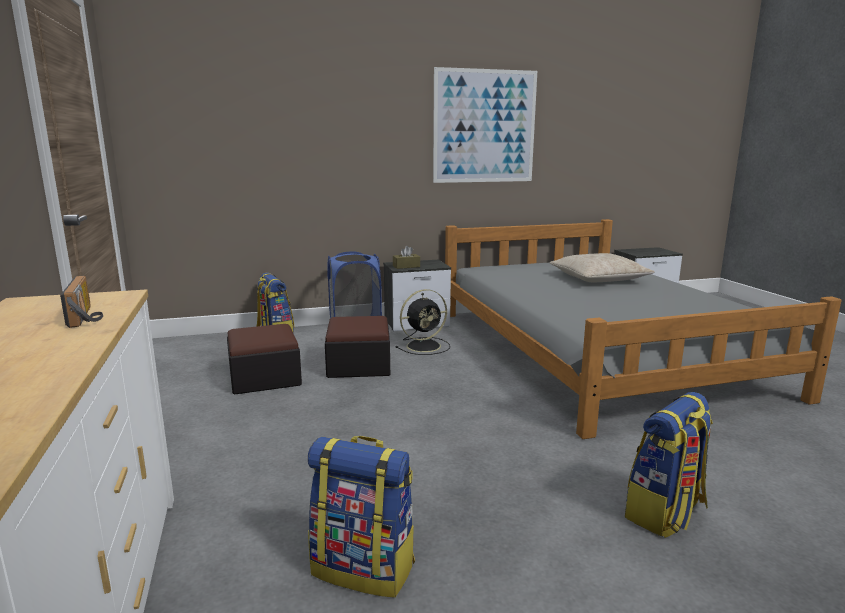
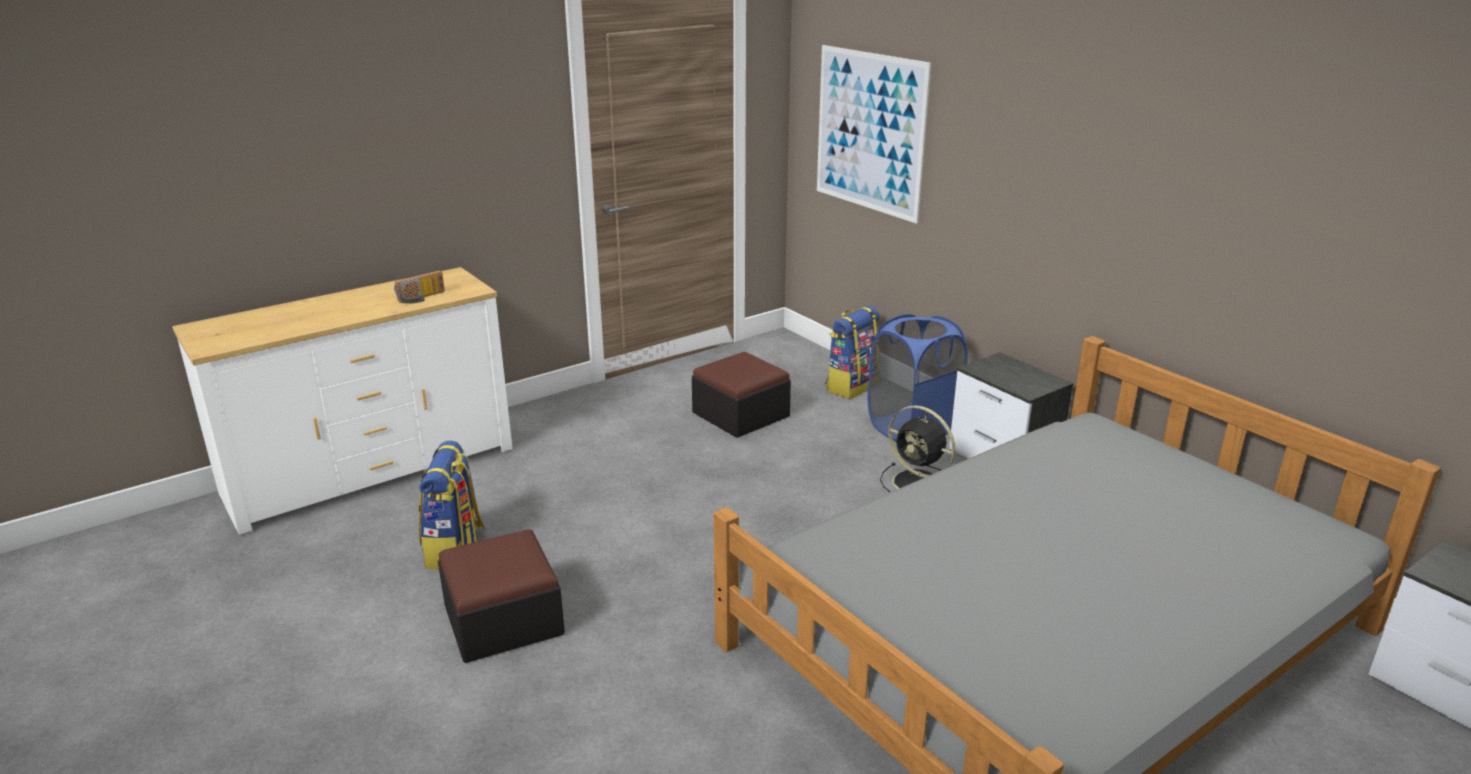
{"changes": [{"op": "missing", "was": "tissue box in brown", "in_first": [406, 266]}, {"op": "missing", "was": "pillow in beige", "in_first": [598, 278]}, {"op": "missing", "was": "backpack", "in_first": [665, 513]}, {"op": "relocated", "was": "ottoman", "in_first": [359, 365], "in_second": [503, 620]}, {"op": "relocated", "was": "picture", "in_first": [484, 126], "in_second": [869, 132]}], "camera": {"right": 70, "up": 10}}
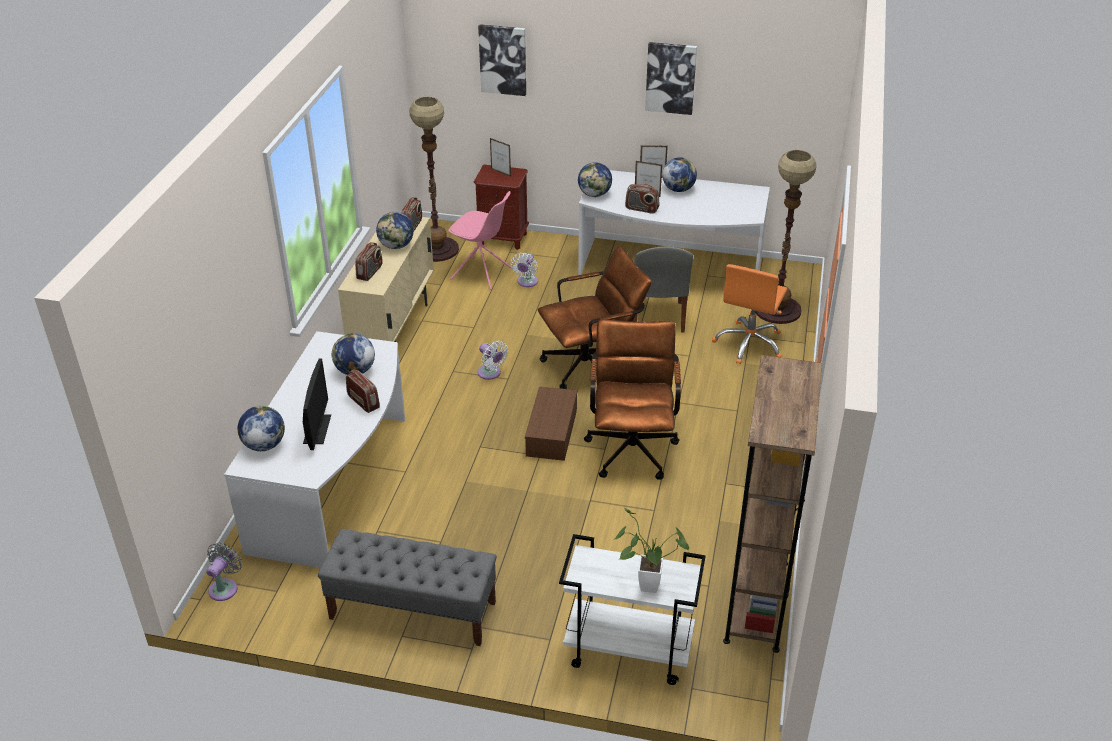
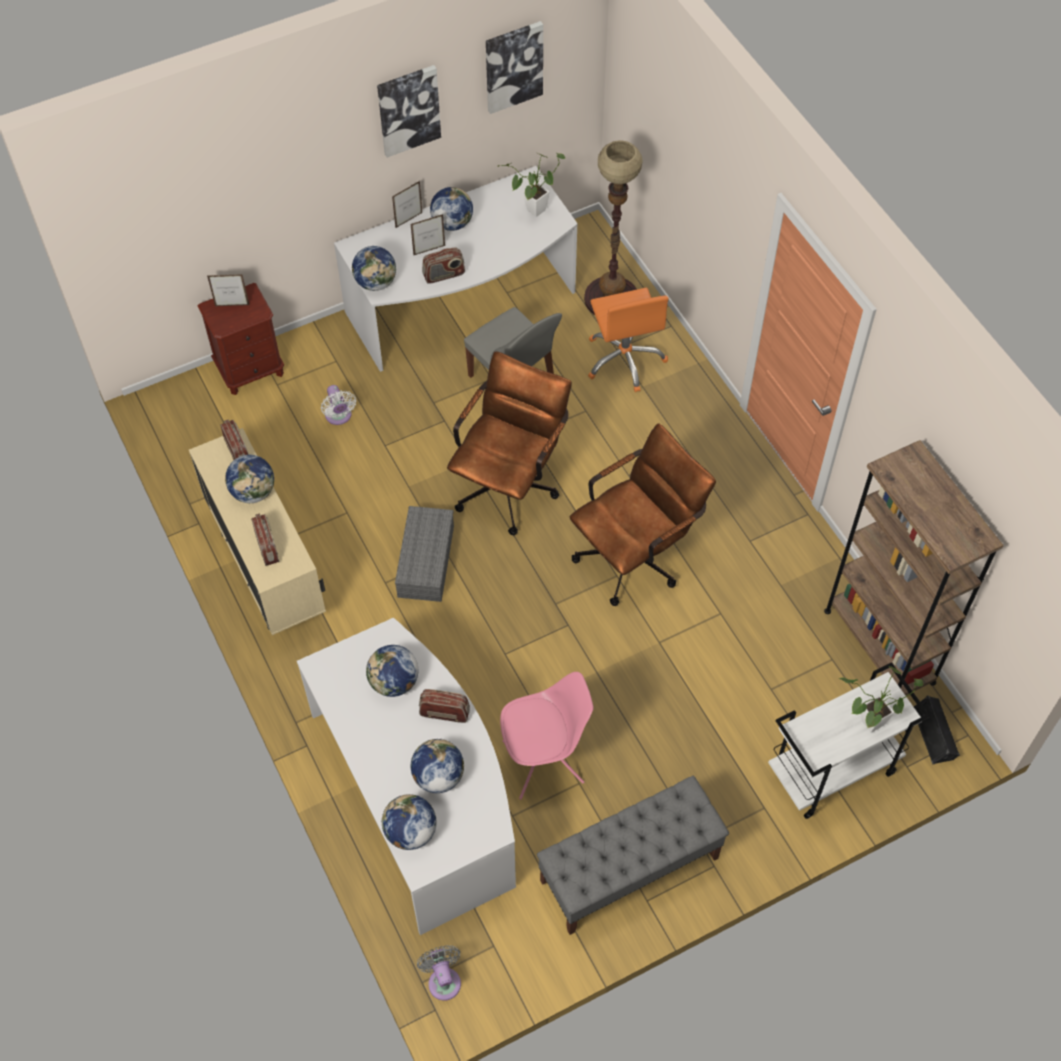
{"changes": [{"op": "missing", "was": "floor lamp", "in_first": [437, 249]}, {"op": "missing", "was": "storage box in brown", "in_first": [552, 433]}, {"op": "appeared", "now": "potted plant", "in_second": [532, 212]}, {"op": "appeared", "now": "speaker in black", "in_second": [935, 733]}, {"op": "relocated", "was": "chair in pink", "in_first": [482, 274], "in_second": [545, 761]}, {"op": "relocated", "was": "picture", "in_first": [503, 59], "in_second": [513, 66]}, {"op": "exchanged", "was": "monitor", "now": "globe", "in_first": [317, 429], "in_second": [438, 776]}, {"op": "exchanged", "was": "fan in white", "now": "storage box in grey", "in_first": [490, 373], "in_second": [425, 560]}, {"op": "spun", "was": "office chair in brown", "in_first": [632, 445], "in_second": [636, 555], "clockwise": 90}], "camera": {"right": -40, "up": 20}}
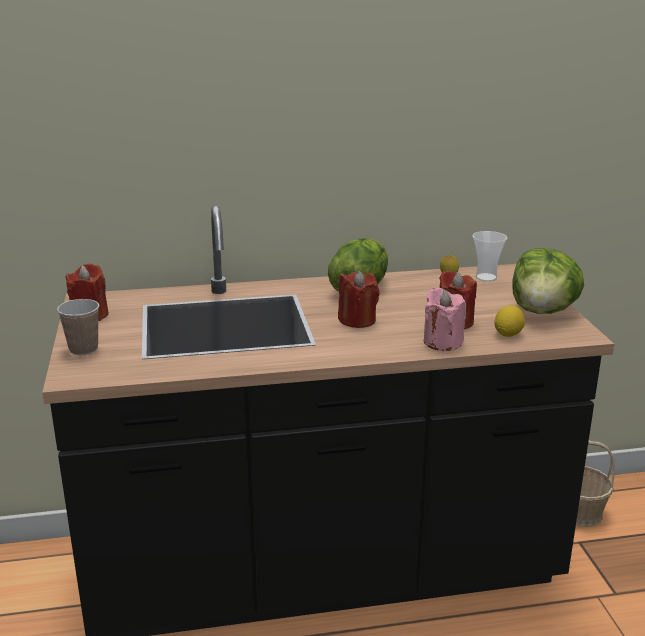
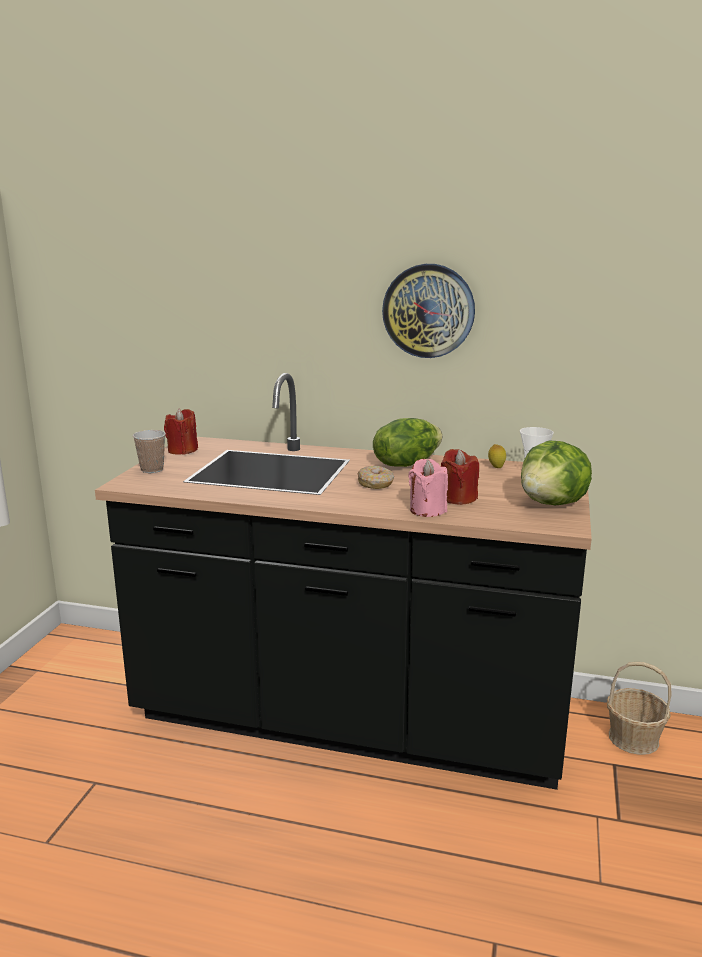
{"changes": [{"op": "missing", "was": "lemon", "in_first": [508, 334]}, {"op": "appeared", "now": "wall clock", "in_second": [428, 311]}, {"op": "exchanged", "was": "candle in red", "now": "donut", "in_first": [357, 320], "in_second": [375, 484]}], "camera": {"right": 25, "up": -5}}
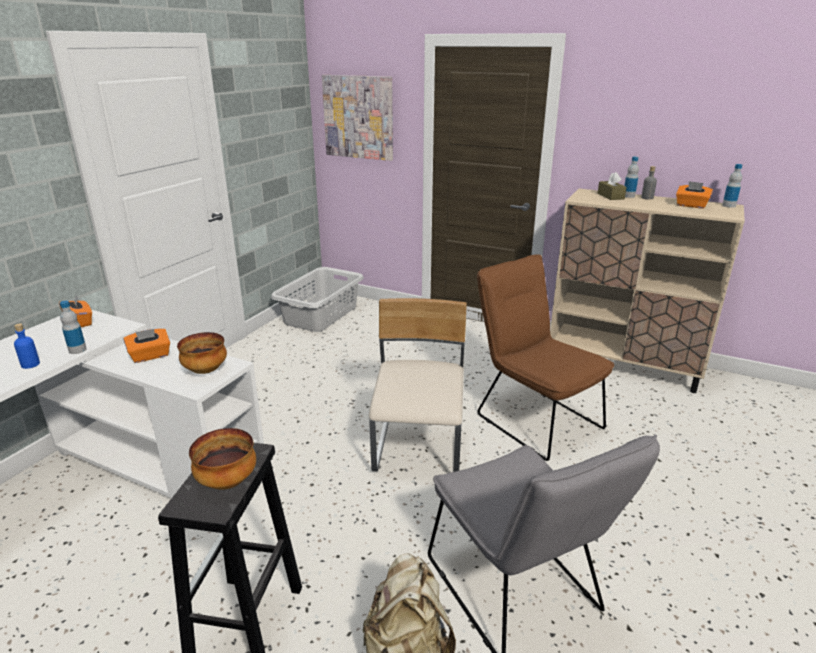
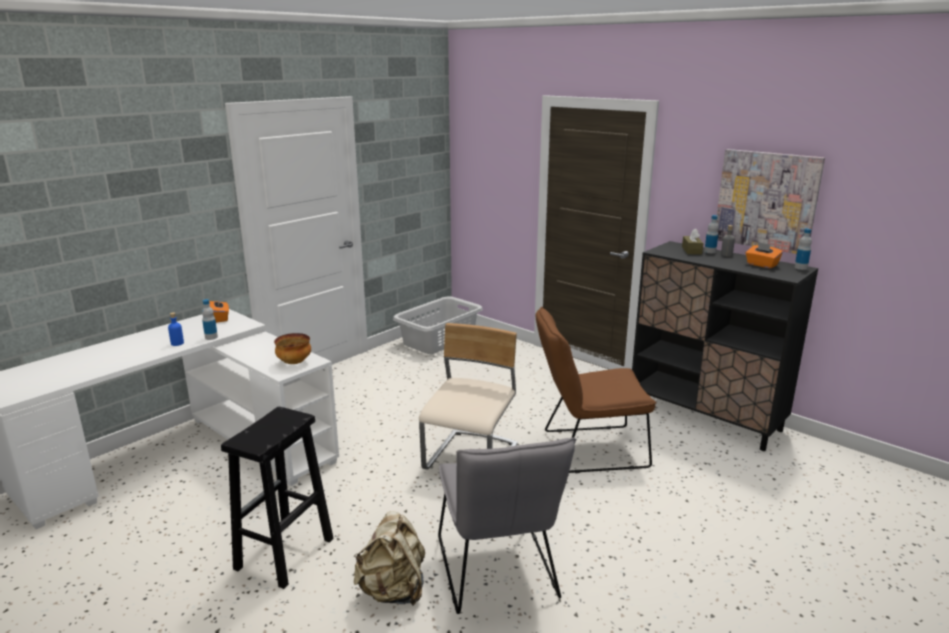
{"changes": [{"op": "missing", "was": "tissue box in orange", "in_first": [150, 356]}, {"op": "missing", "was": "bowl", "in_first": [228, 481]}, {"op": "relocated", "was": "picture", "in_first": [358, 117], "in_second": [766, 200]}, {"op": "colour", "was": "cabinet in beige", "now": "cabinet in black", "in_first": [624, 365], "in_second": [706, 417]}, {"op": "spun", "was": "chair in brown", "in_first": [533, 417], "in_second": [587, 449], "clockwise": -75}], "camera": {"right": 15, "up": -5}}
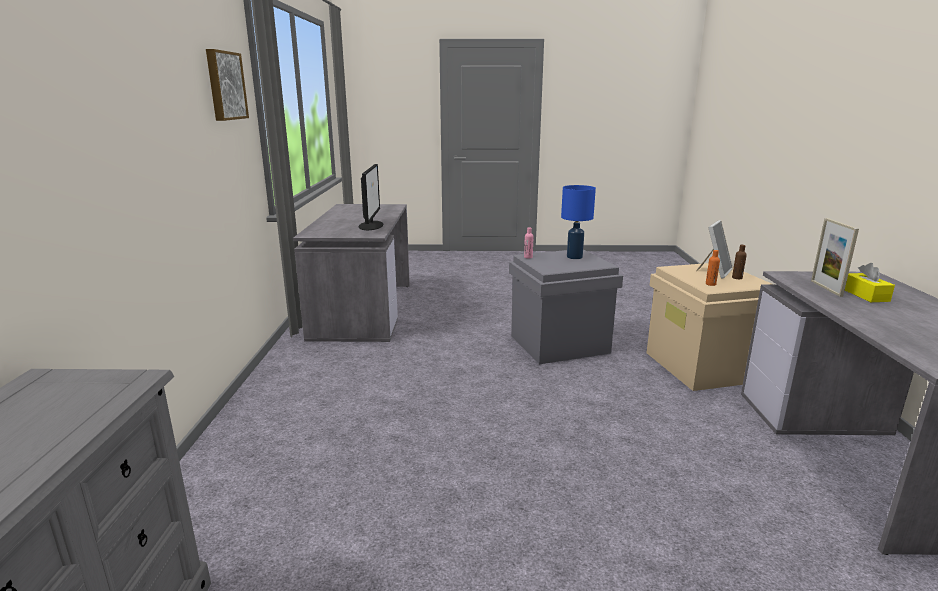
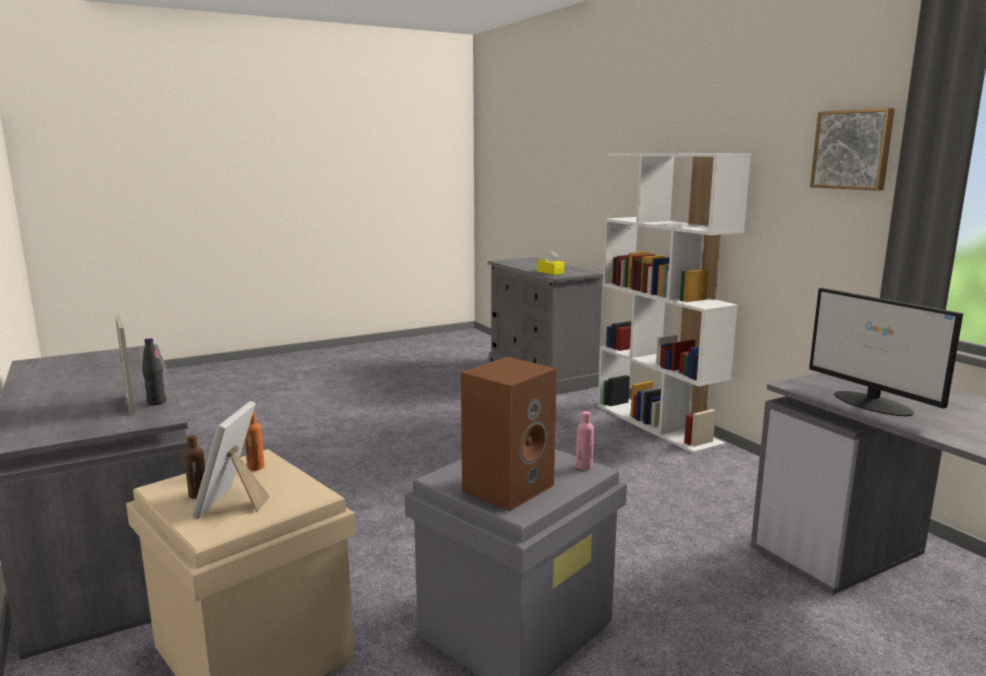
{"changes": [{"op": "appeared", "now": "bottle in black", "in_second": [156, 402]}, {"op": "appeared", "now": "bookcase in white", "in_second": [658, 424]}, {"op": "relocated", "was": "tissue box in yellow", "in_first": [865, 295], "in_second": [550, 272]}, {"op": "exchanged", "was": "table lamp in blue", "now": "speaker in brown", "in_first": [574, 257], "in_second": [508, 487]}], "camera": {"right": 150, "up": -5}}
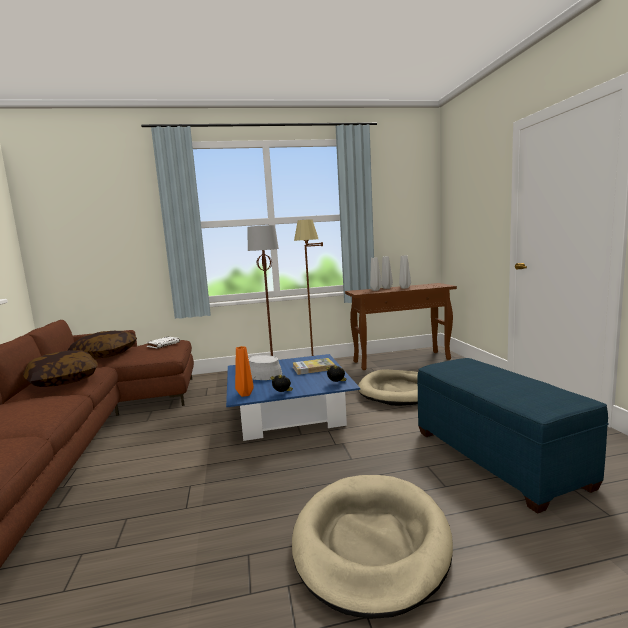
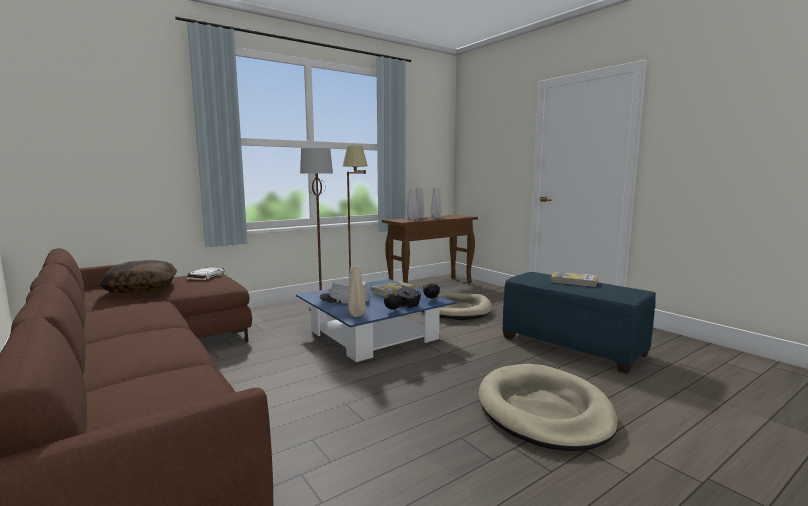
{"changes": [{"op": "missing", "was": "pillow", "in_first": [63, 380]}, {"op": "appeared", "now": "tissue box in black", "in_second": [406, 305]}, {"op": "appeared", "now": "book", "in_second": [574, 281]}, {"op": "colour", "was": "vase in orange", "now": "vase in beige", "in_first": [246, 394], "in_second": [357, 315]}], "camera": {"right": -25, "up": 0}}
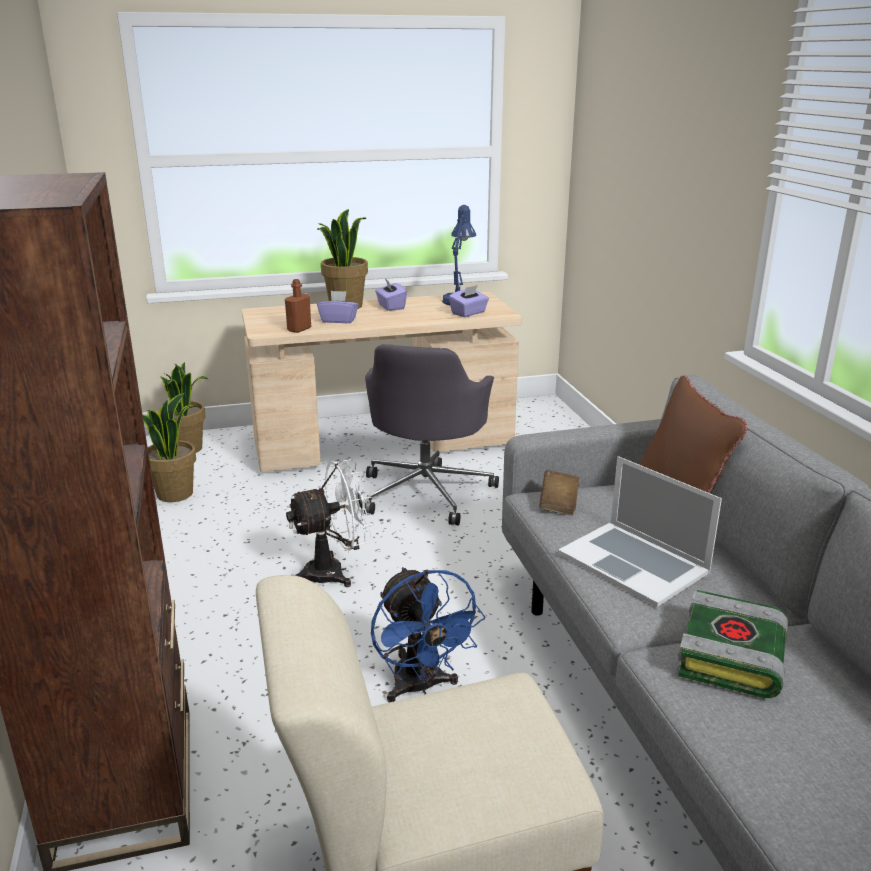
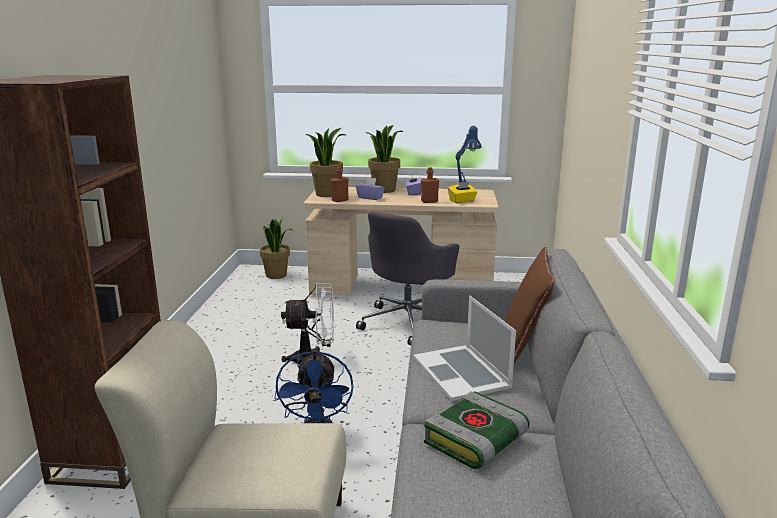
{"changes": [{"op": "missing", "was": "book in brown", "in_first": [558, 504]}, {"op": "appeared", "now": "bottle in brown", "in_second": [429, 201]}, {"op": "relocated", "was": "potted plant", "in_first": [175, 493], "in_second": [327, 194]}, {"op": "colour", "was": "tissue box in purple", "now": "tissue box in yellow", "in_first": [468, 313], "in_second": [462, 201]}], "camera": {"right": 20, "up": -5}}
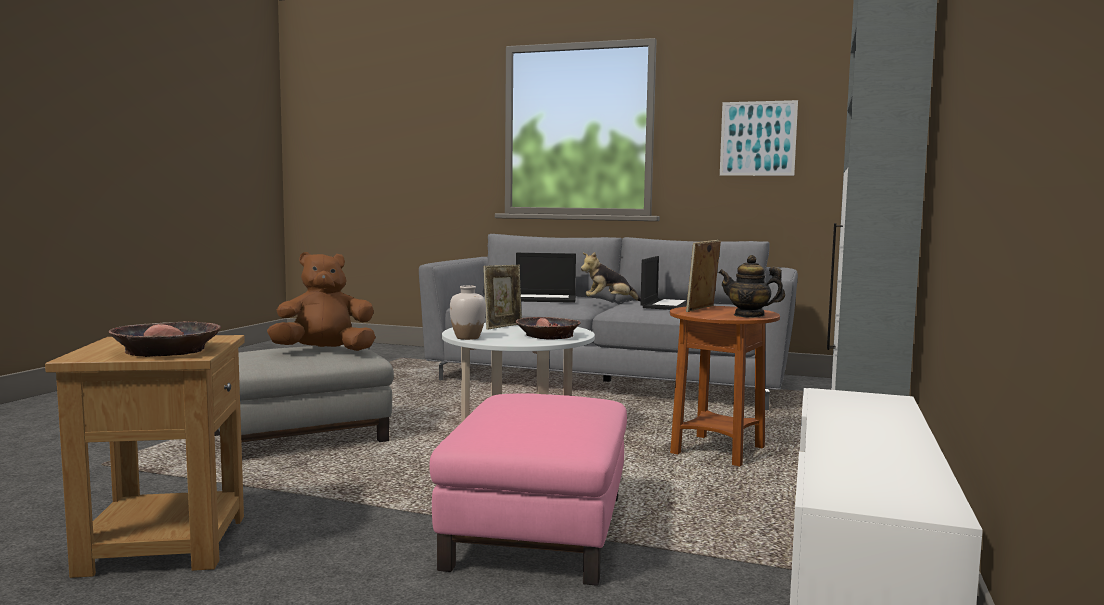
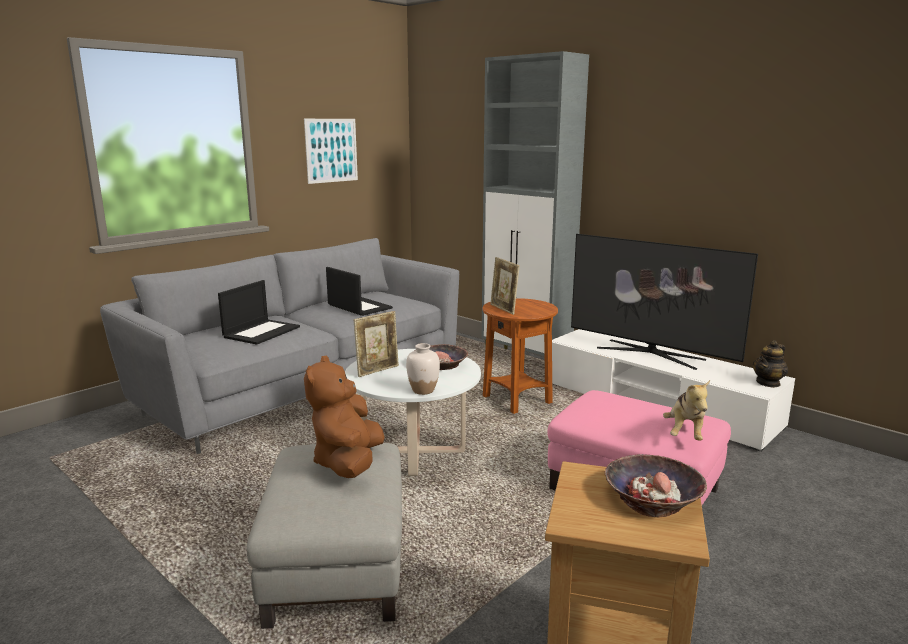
{"changes": [{"op": "appeared", "now": "television", "in_second": [650, 353]}, {"op": "relocated", "was": "plush toy", "in_first": [608, 302], "in_second": [685, 433]}, {"op": "relocated", "was": "teapot", "in_first": [749, 315], "in_second": [768, 383]}, {"op": "spun", "was": "picture frame", "in_first": [503, 326], "in_second": [378, 370], "clockwise": 75}], "camera": {"right": -65, "up": 10}}
